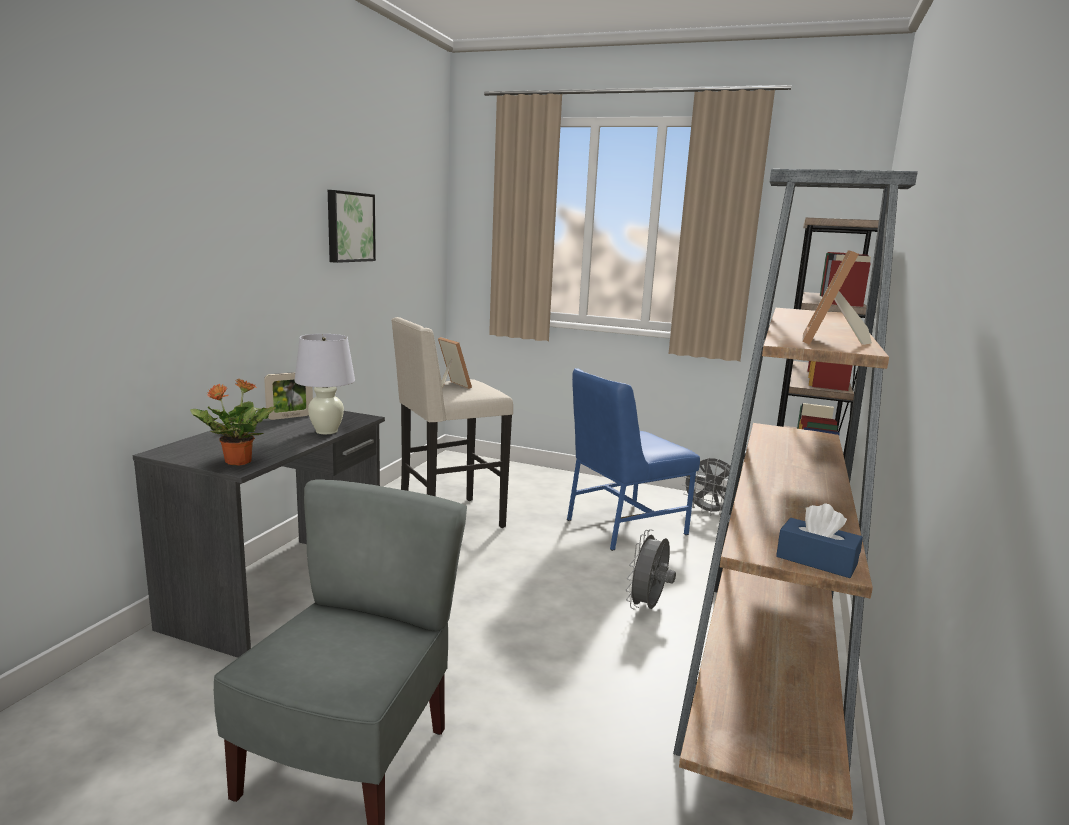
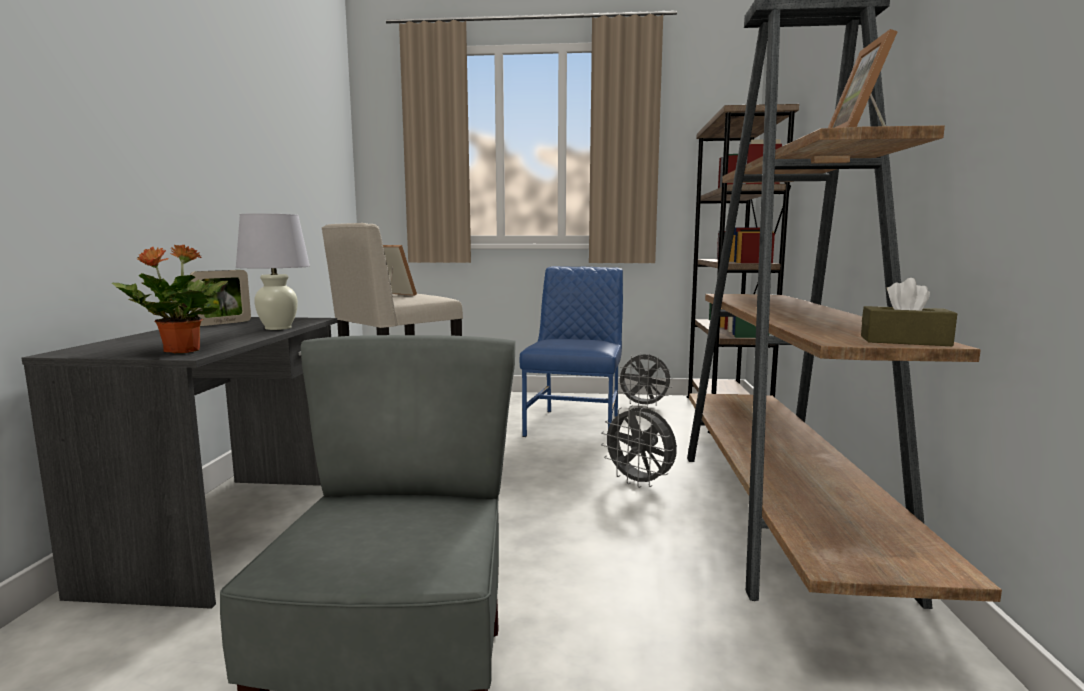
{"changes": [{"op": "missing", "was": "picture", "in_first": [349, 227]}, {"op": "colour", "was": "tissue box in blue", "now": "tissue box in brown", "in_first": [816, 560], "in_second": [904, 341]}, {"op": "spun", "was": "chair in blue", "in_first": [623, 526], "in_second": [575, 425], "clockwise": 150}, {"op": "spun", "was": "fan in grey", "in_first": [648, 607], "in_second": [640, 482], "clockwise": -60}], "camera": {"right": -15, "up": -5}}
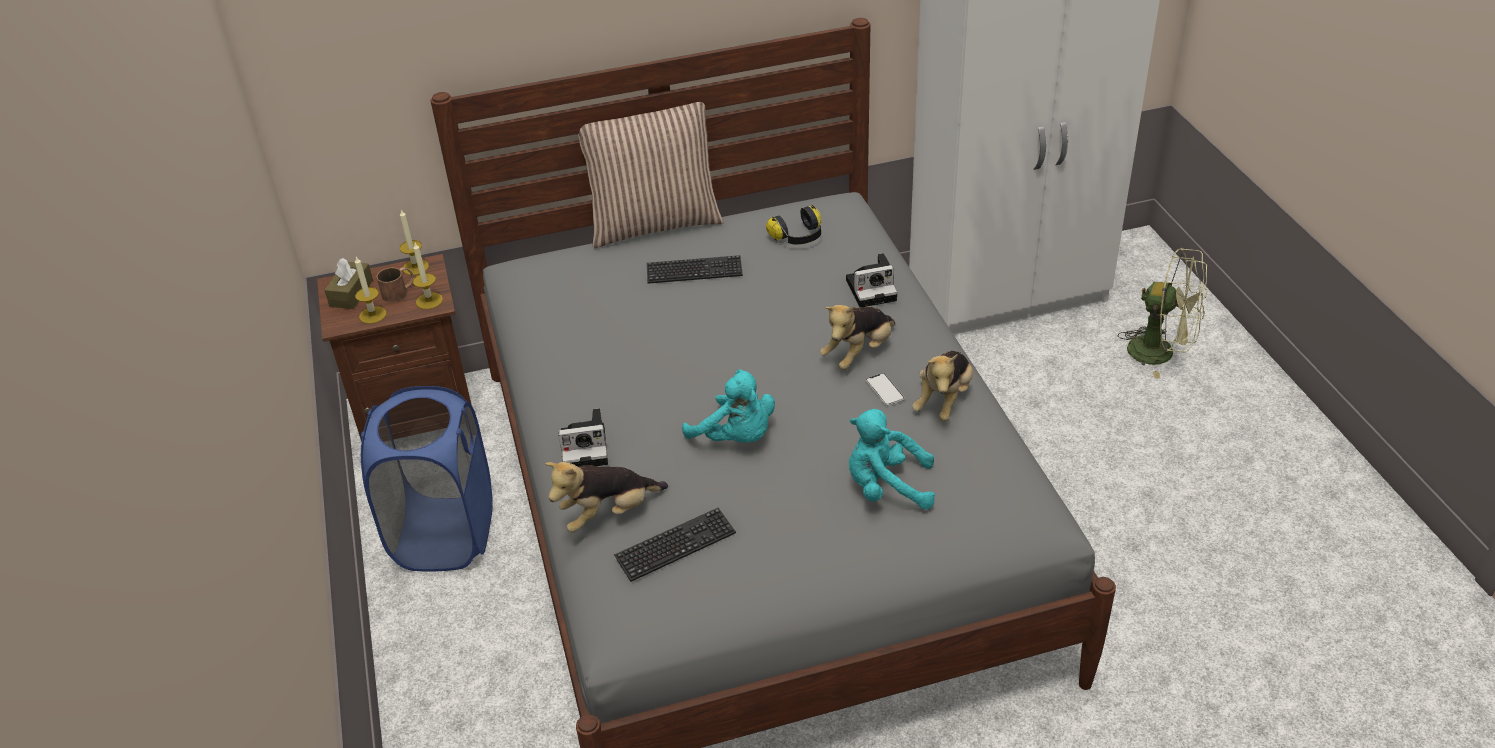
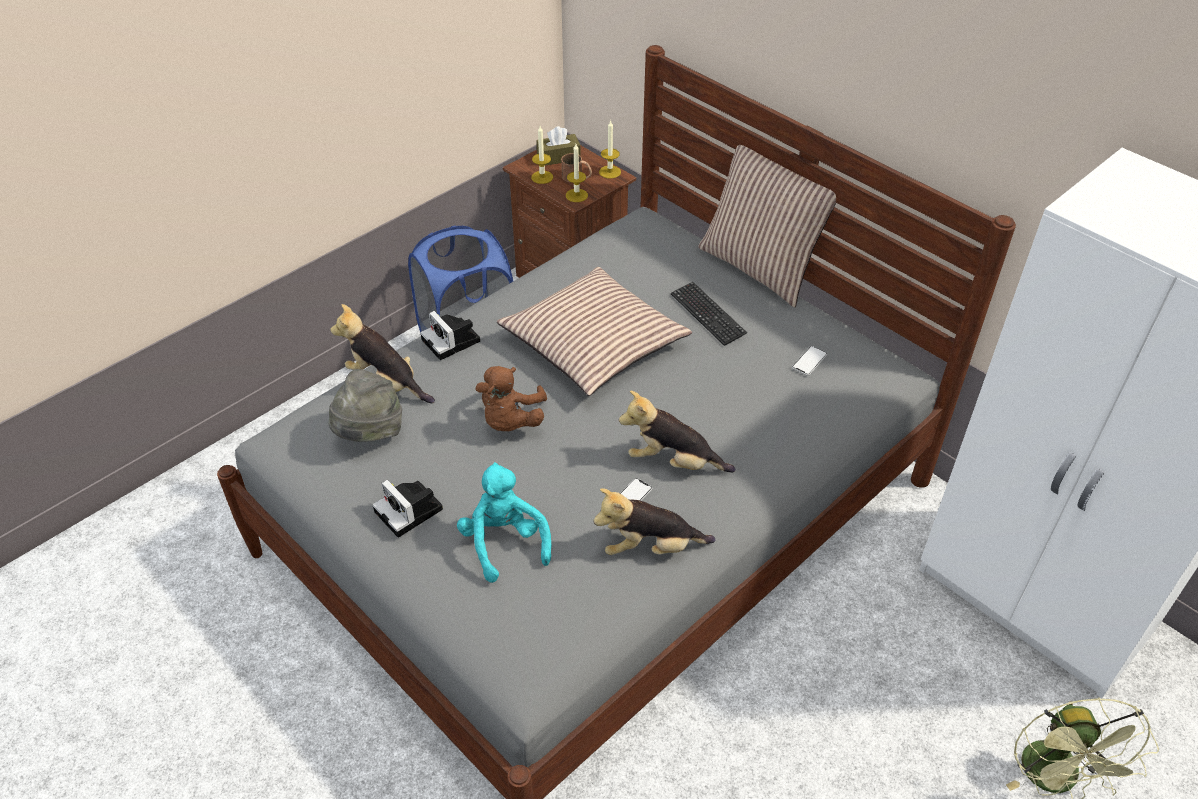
{"changes": [{"op": "appeared", "now": "pillow", "in_second": [594, 343]}, {"op": "relocated", "was": "photo camera", "in_first": [873, 289], "in_second": [410, 511]}, {"op": "exchanged", "was": "keyboard", "now": "hat in grey", "in_first": [675, 546], "in_second": [369, 433]}, {"op": "exchanged", "was": "headphones", "now": "phone", "in_first": [798, 237], "in_second": [809, 361]}, {"op": "colour", "was": "plush toy in turquoise", "now": "plush toy in brown", "in_first": [736, 437], "in_second": [510, 421]}], "camera": {"right": 60, "up": 5}}
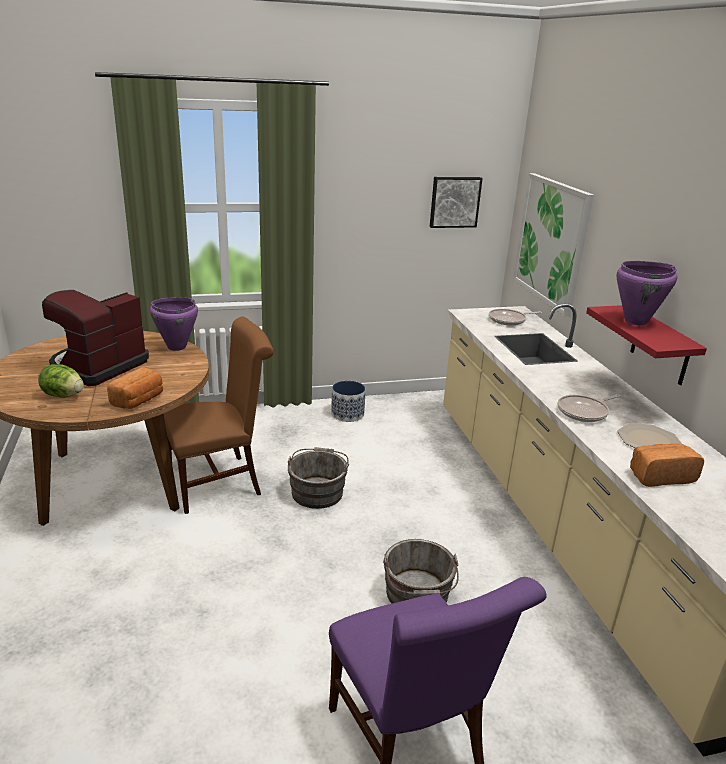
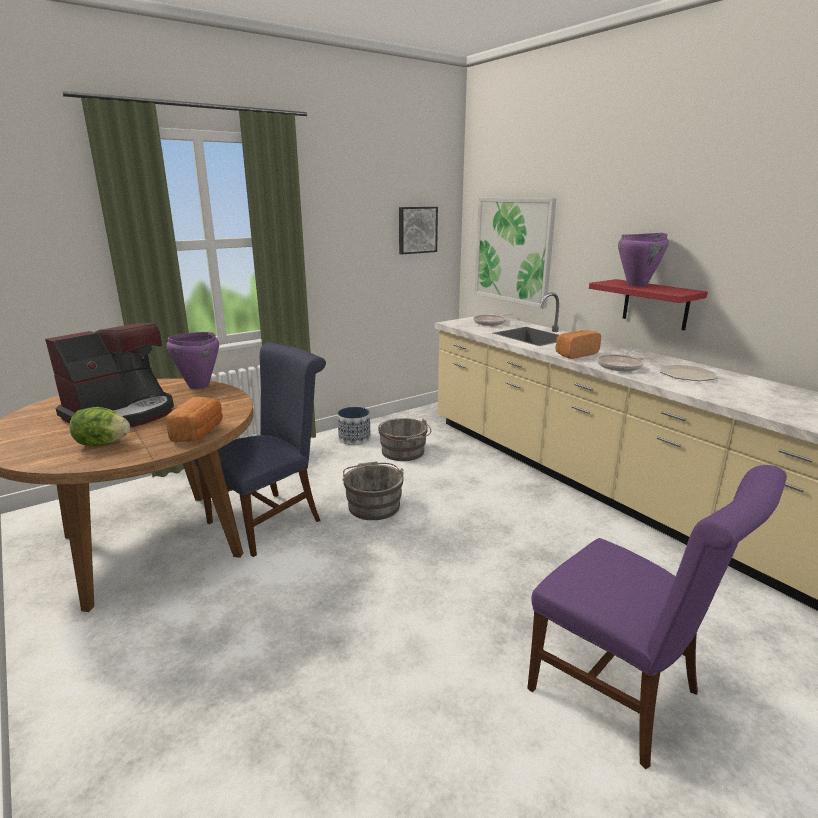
{"changes": [{"op": "relocated", "was": "bucket in grey", "in_first": [417, 596], "in_second": [404, 453]}, {"op": "relocated", "was": "bread", "in_first": [659, 476], "in_second": [575, 354]}, {"op": "colour", "was": "chair in brown", "now": "chair in blue", "in_first": [220, 481], "in_second": [271, 519]}, {"op": "spun", "was": "coffee machine", "in_first": [98, 366], "in_second": [122, 414], "clockwise": -150}], "camera": {"right": -20, "up": -5}}
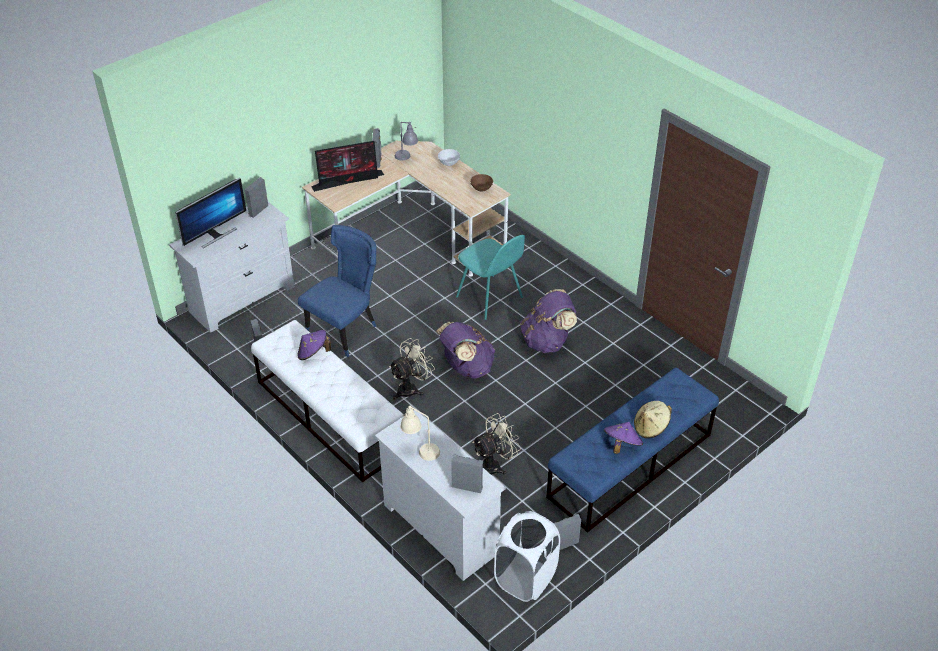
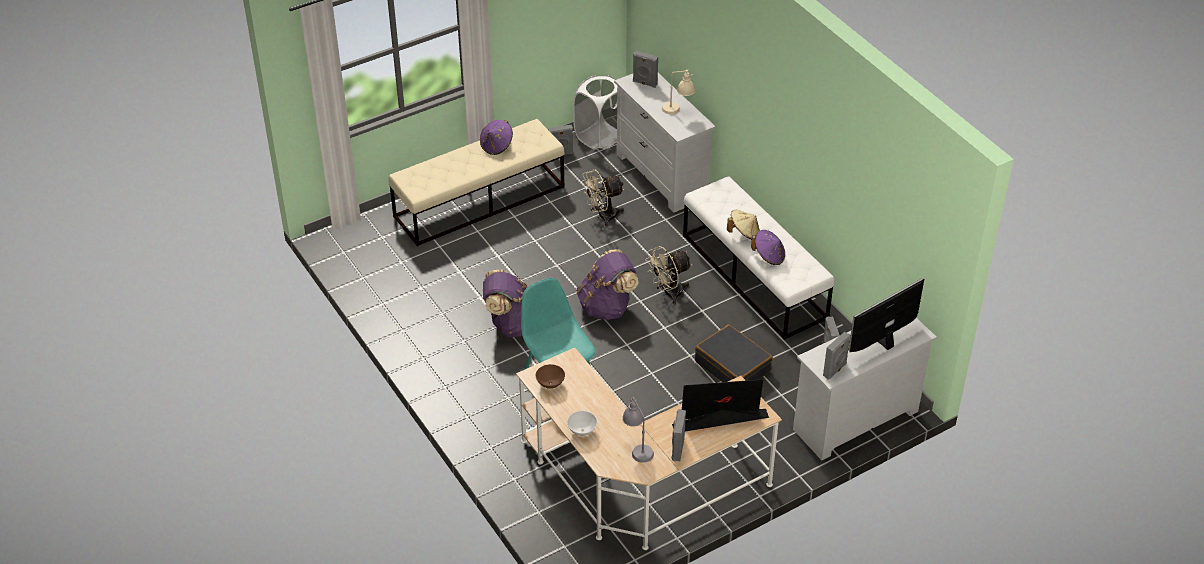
{"changes": [{"op": "relocated", "was": "hat in beige", "in_first": [651, 427], "in_second": [744, 234]}, {"op": "exchanged", "was": "chair in blue", "now": "suitcase in black", "in_first": [345, 329], "in_second": [733, 366]}, {"op": "colour", "was": "bench in blue", "now": "bench in beige", "in_first": [630, 466], "in_second": [480, 201]}], "camera": {"right": -170, "up": 0}}
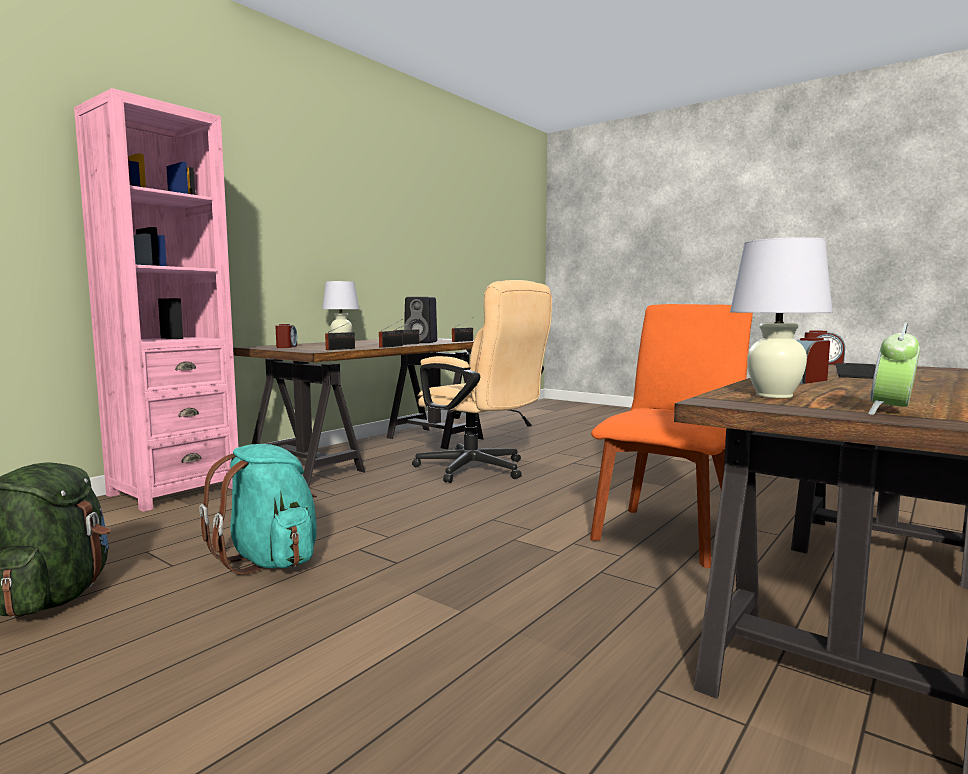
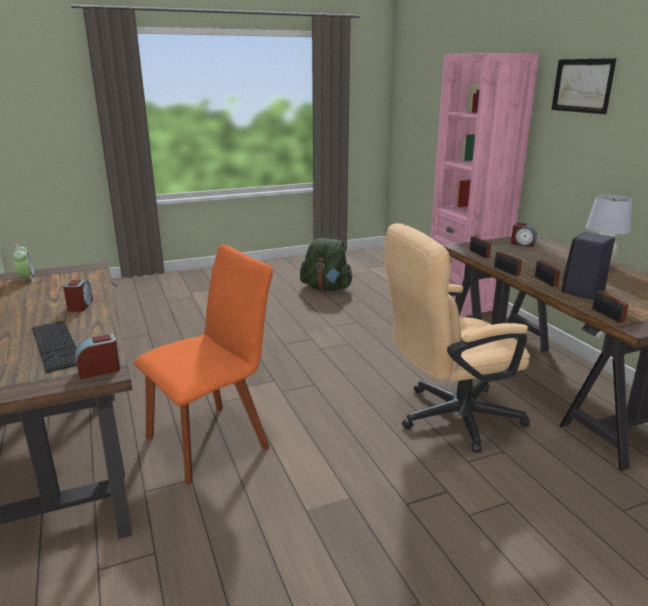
{"changes": [{"op": "missing", "was": "backpack in turquoise", "in_first": [270, 560]}, {"op": "missing", "was": "table lamp in white", "in_first": [773, 395]}, {"op": "appeared", "now": "picture", "in_second": [582, 85]}, {"op": "spun", "was": "chair in orange", "in_first": [668, 533], "in_second": [212, 439], "clockwise": -105}], "camera": {"right": 120, "up": 15}}
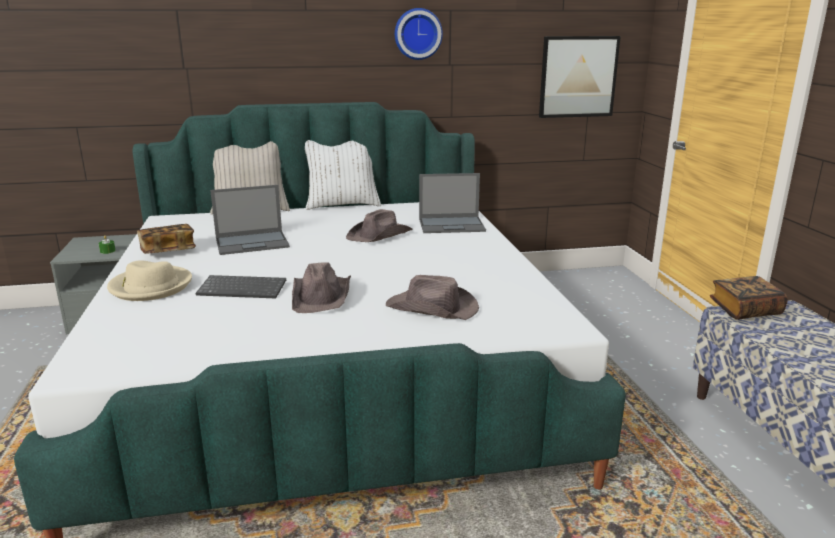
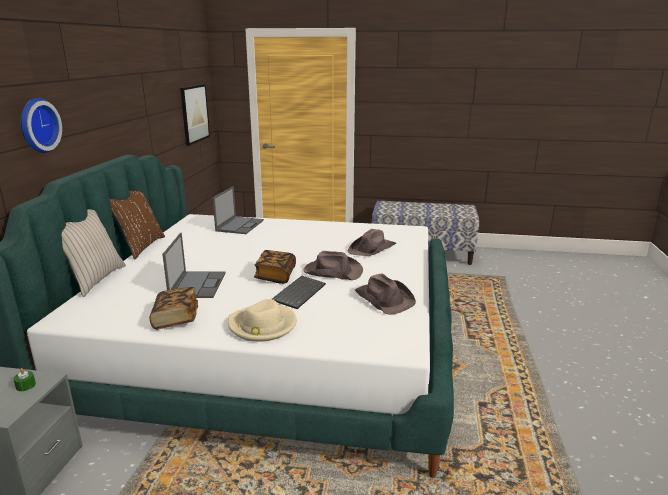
{"changes": [{"op": "relocated", "was": "hat in brown", "in_first": [380, 235], "in_second": [384, 299]}, {"op": "relocated", "was": "wall clock", "in_first": [417, 34], "in_second": [36, 125]}, {"op": "relocated", "was": "book", "in_first": [745, 310], "in_second": [275, 276]}, {"op": "colour", "was": "pillow in white", "now": "pillow in brown", "in_first": [342, 205], "in_second": [140, 247]}], "camera": {"right": -70, "up": 0}}
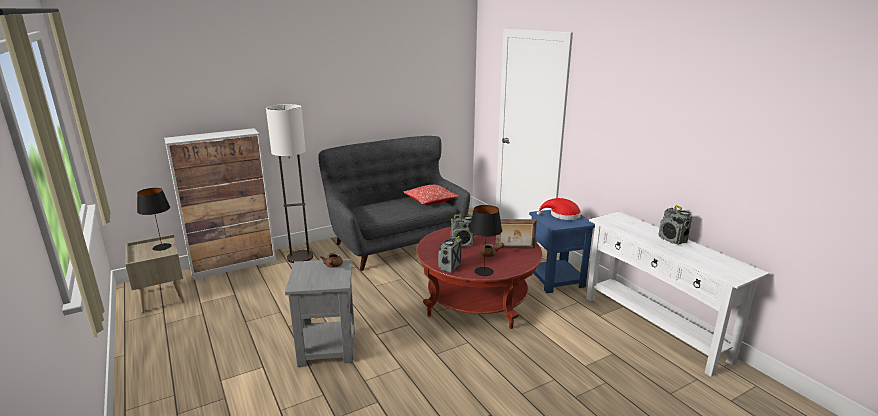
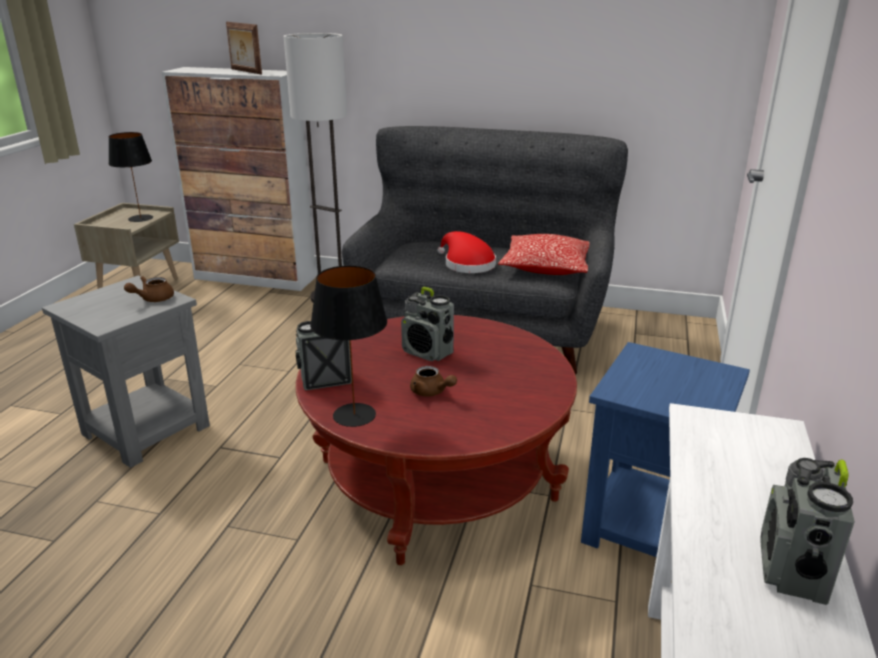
{"changes": [{"op": "relocated", "was": "picture frame", "in_first": [515, 248], "in_second": [245, 71]}, {"op": "relocated", "was": "hat in red", "in_first": [562, 215], "in_second": [466, 264]}], "camera": {"right": 45, "up": 5}}
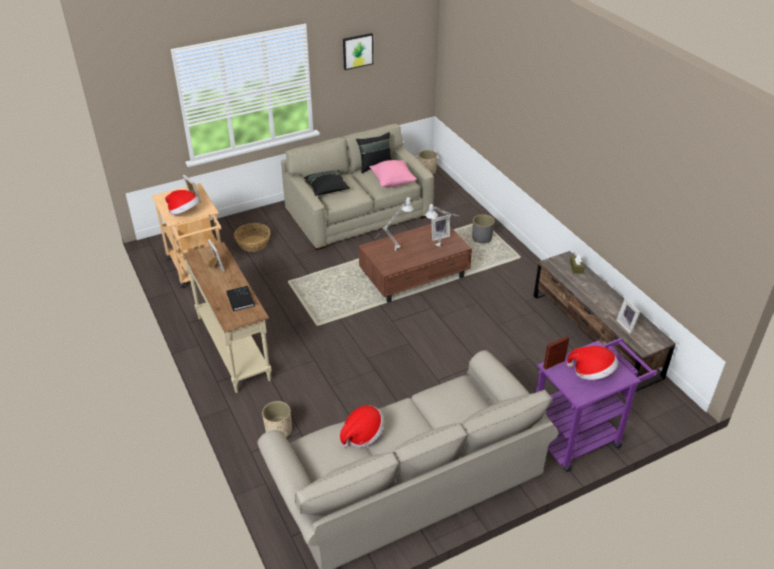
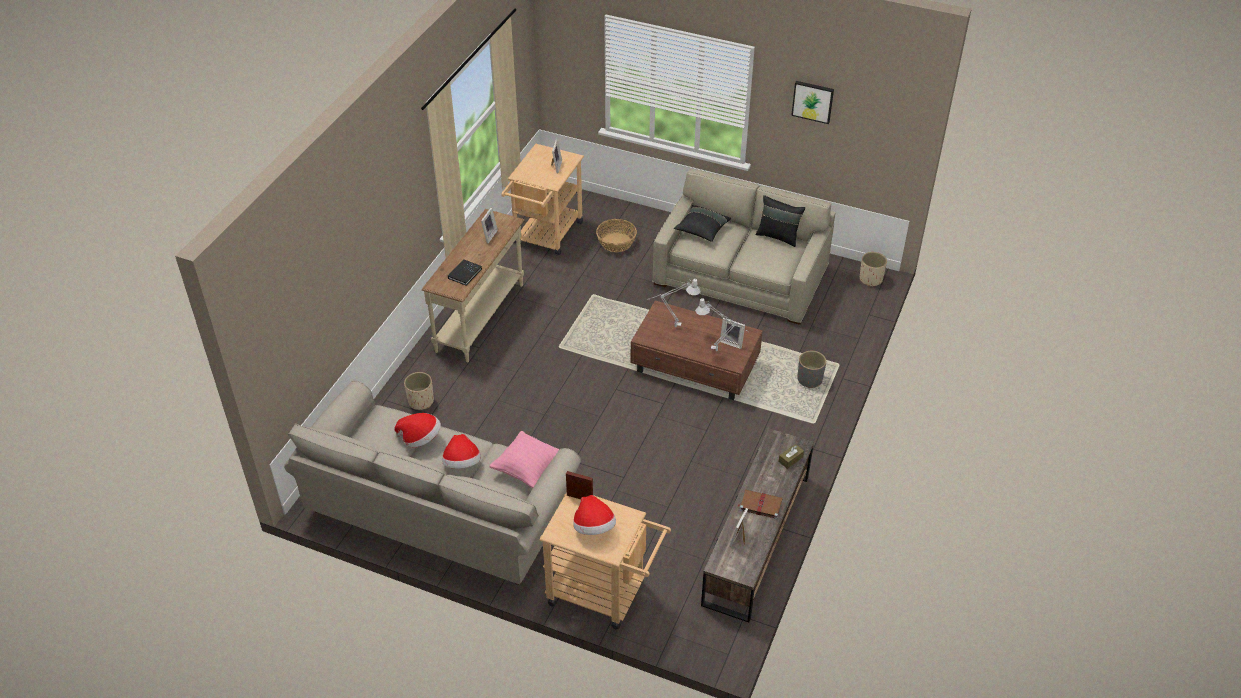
{"changes": [{"op": "appeared", "now": "book in brown", "in_second": [760, 505]}, {"op": "relocated", "was": "hat", "in_first": [184, 212], "in_second": [462, 464]}, {"op": "relocated", "was": "pillow in pink", "in_first": [392, 182], "in_second": [527, 469]}, {"op": "colour", "was": "cart in purple", "now": "cart in beige", "in_first": [581, 435], "in_second": [604, 594]}], "camera": {"right": 50, "up": 5}}
